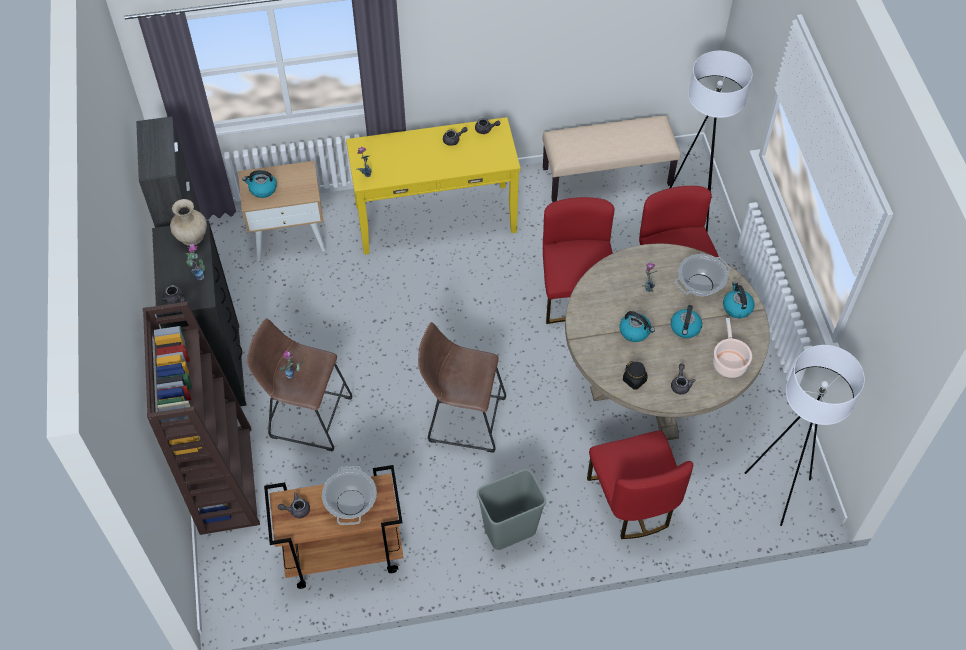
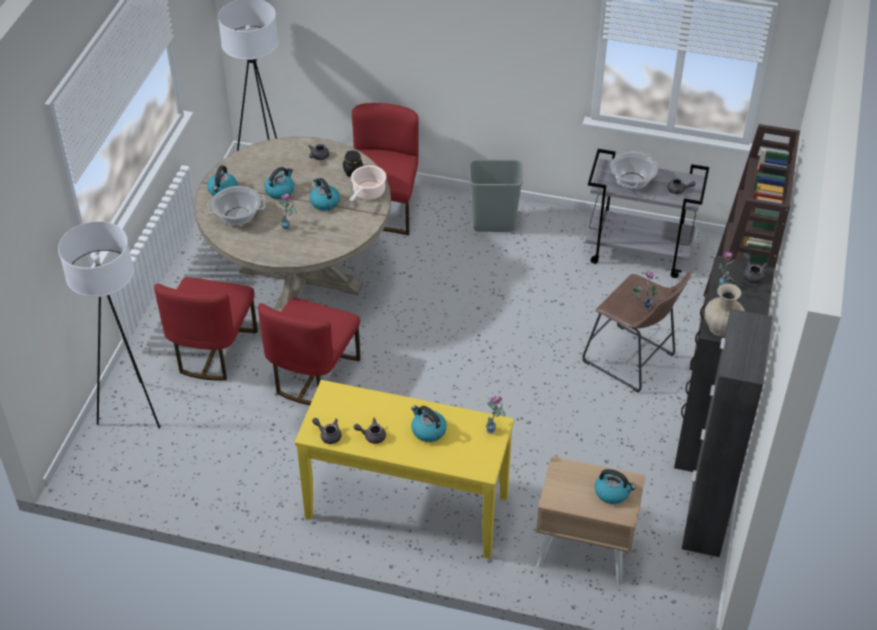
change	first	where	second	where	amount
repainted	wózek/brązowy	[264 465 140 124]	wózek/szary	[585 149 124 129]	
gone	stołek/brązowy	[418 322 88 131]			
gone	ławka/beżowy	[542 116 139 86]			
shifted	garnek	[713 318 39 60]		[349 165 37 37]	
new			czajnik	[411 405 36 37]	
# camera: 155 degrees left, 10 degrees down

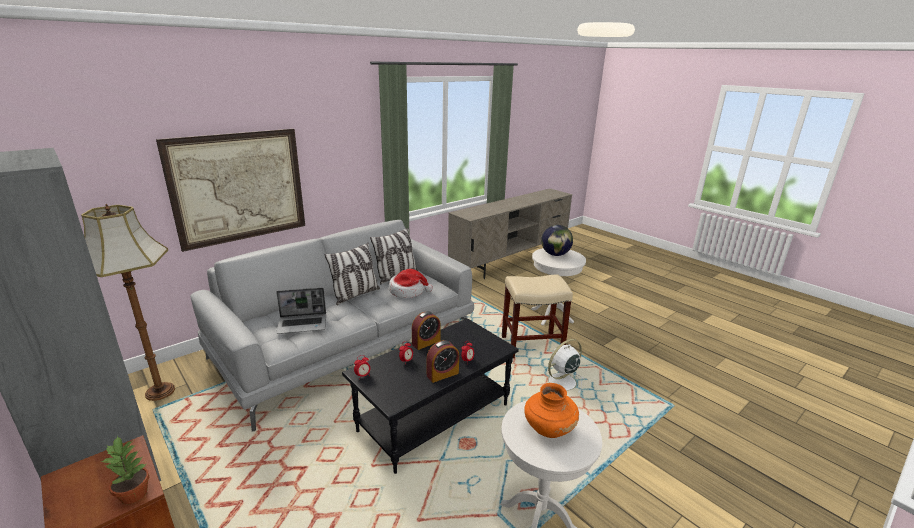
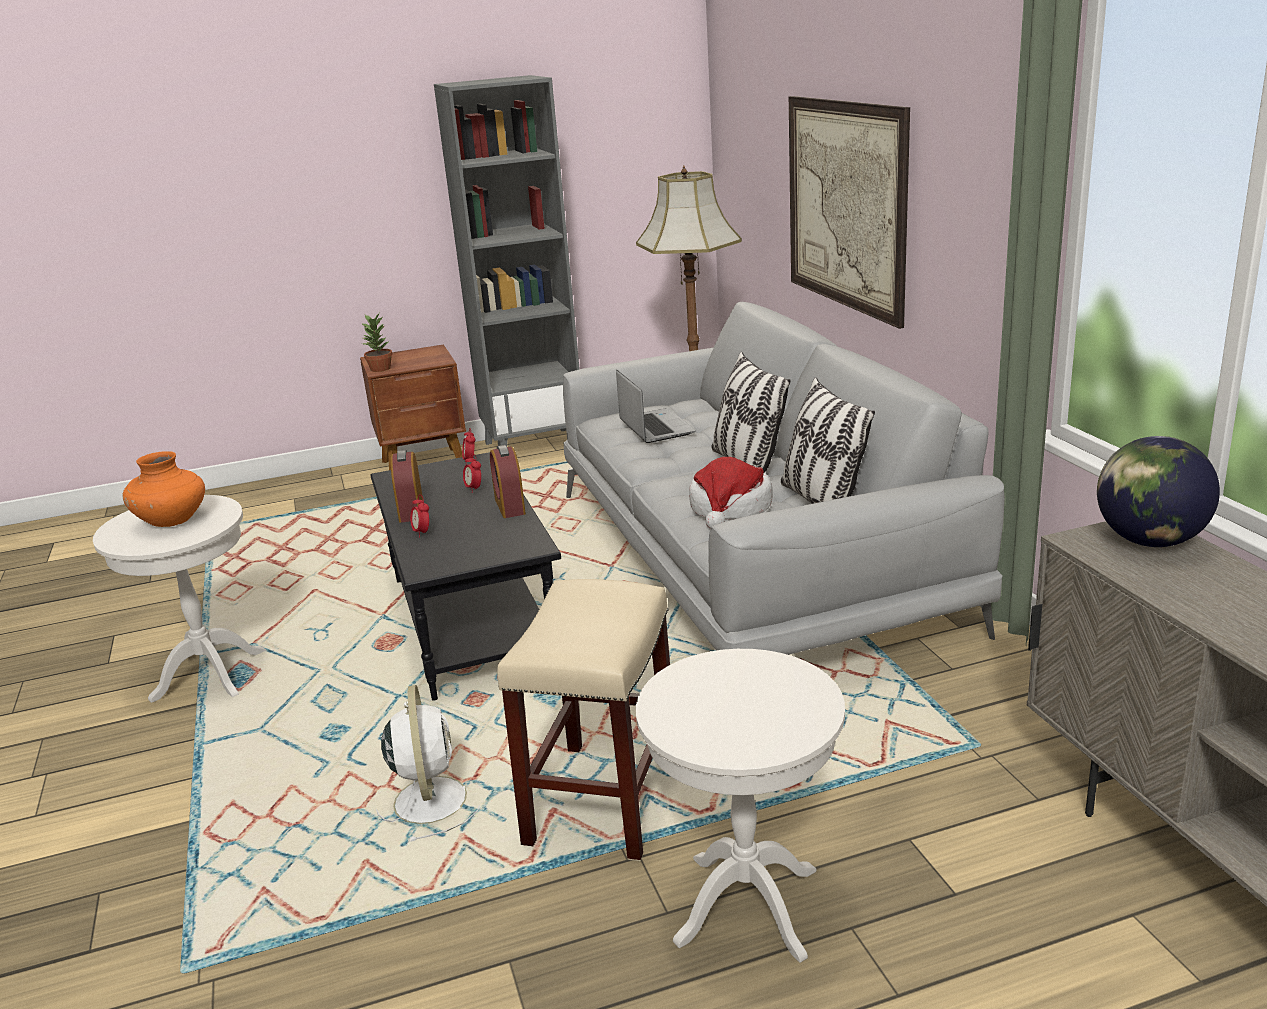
change	first	where	second	where	amount
rotated	laptop	[276 288 50 46]		[616 370 80 73]	150 degrees clockwise
shifted	globus	[541 225 32 31]		[1097 436 123 111]	
# camera: 115 degrees right, 0 degrees up

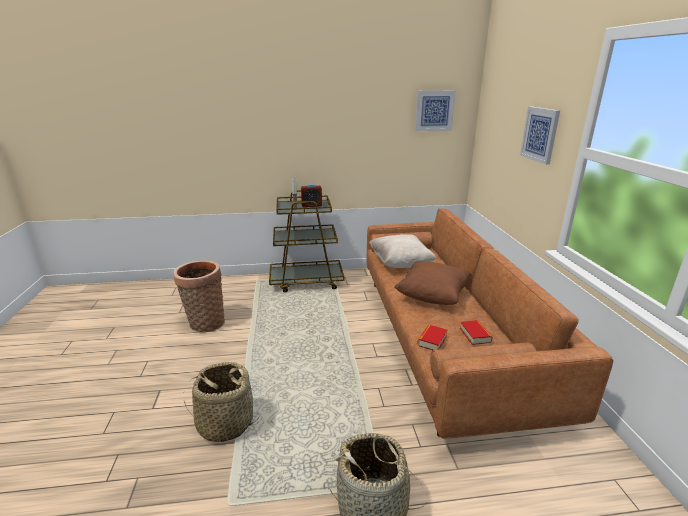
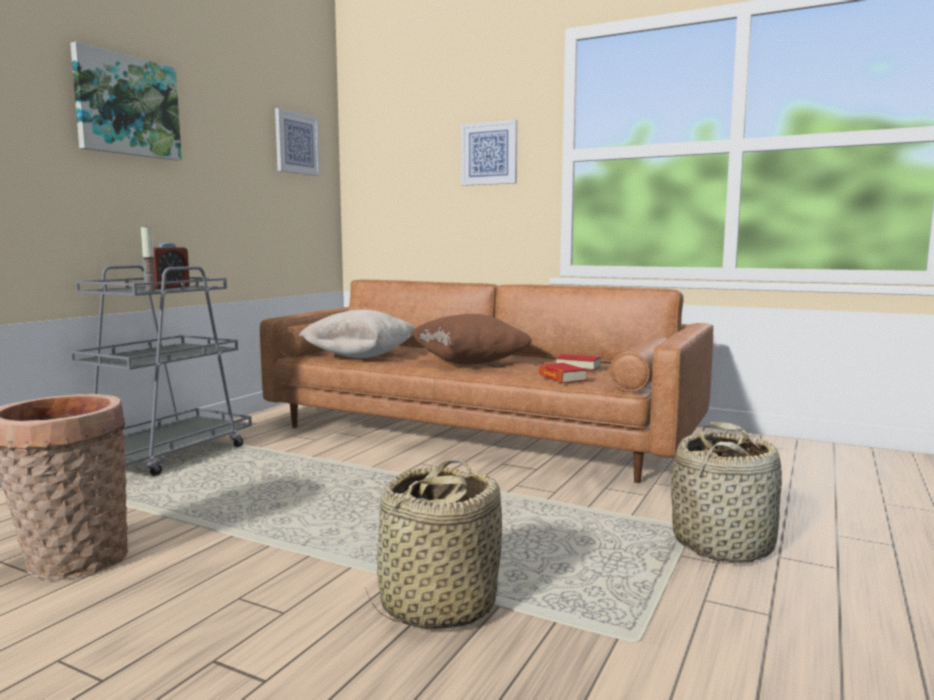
change	first	where	second	where	amount
repainted	wózek/brązowy	[269 190 75 102]	wózek/szary	[70 265 182 211]	
new			obraz	[70 41 112 120]	
# camera: 55 degrees left, 15 degrees down

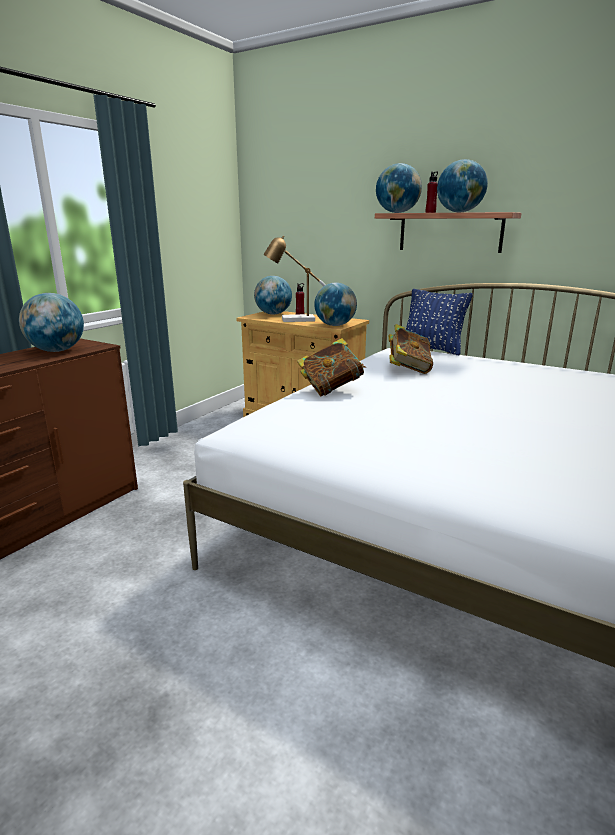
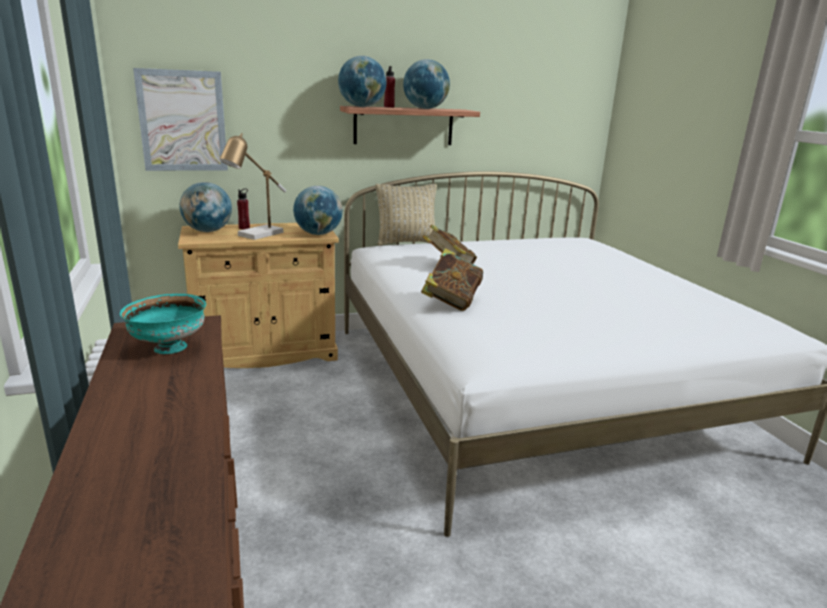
change	first	where	second	where	amount
swapped	globus	[19 293 65 59]	miska/turkusowy	[120 294 86 60]	
repainted	poduszka/niebieski	[406 289 67 66]	poduszka/beżowy	[376 184 61 61]	
new			obraz	[133 68 95 103]	
# camera: 50 degrees left, 0 degrees up

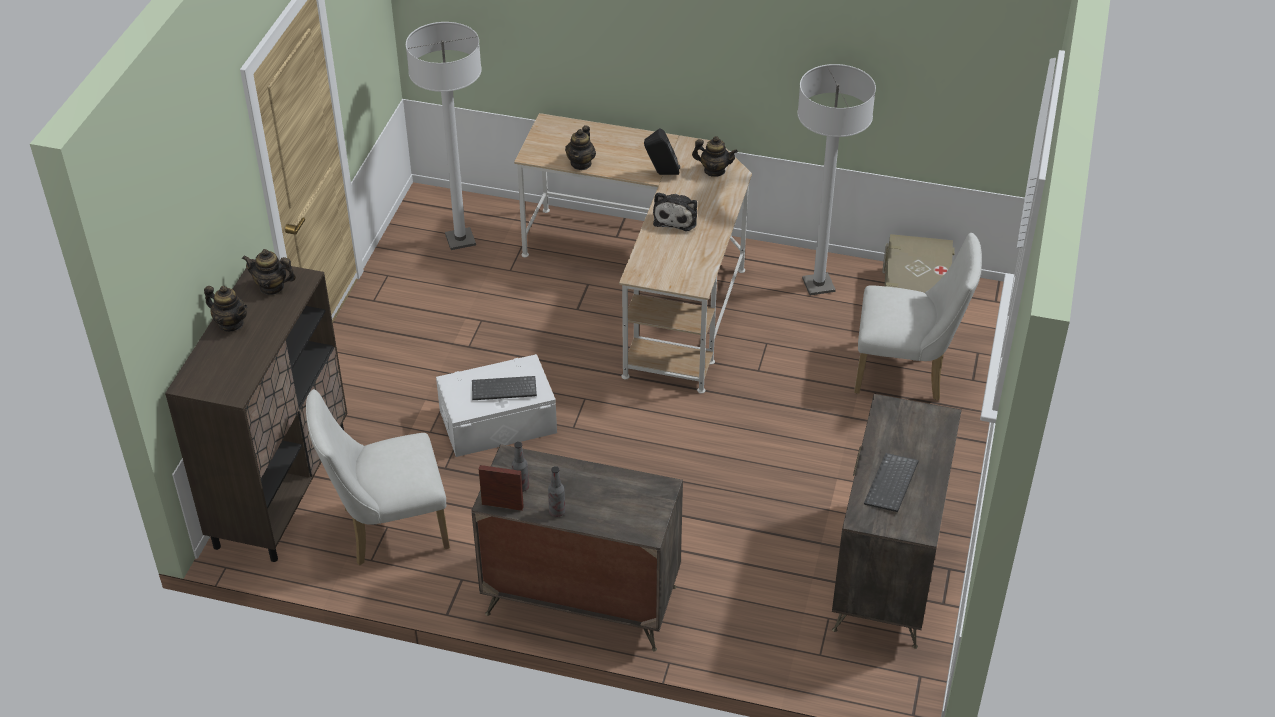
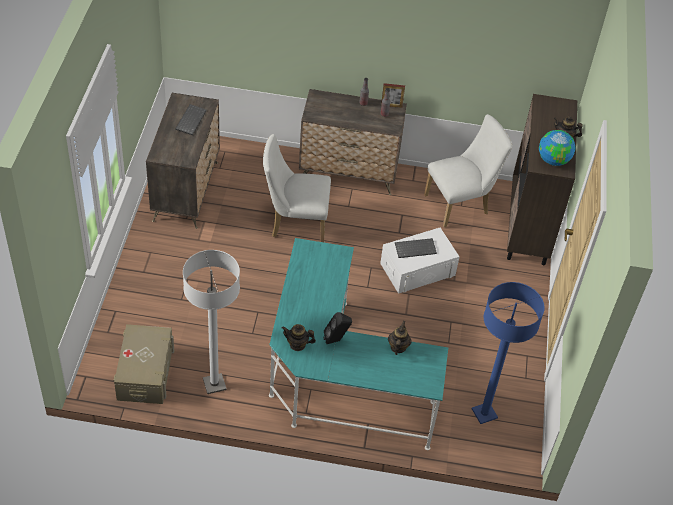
change	first	where	second	where	amount
swapped	imbryk	[242 249 54 46]	globus	[539 130 37 36]	
repainted	lampa stojąca/biały	[406 22 76 228]	lampa stojąca/niebieski	[472 282 73 142]	
repainted	biurko/beżowy	[514 113 238 281]	biurko/turkusowy	[269 238 179 212]	
gone	pluszak	[653 192 44 39]			
shifted	krzesło/biały	[854 233 128 168]		[263 134 68 108]	
# camera: 170 degrees right, 5 degrees up

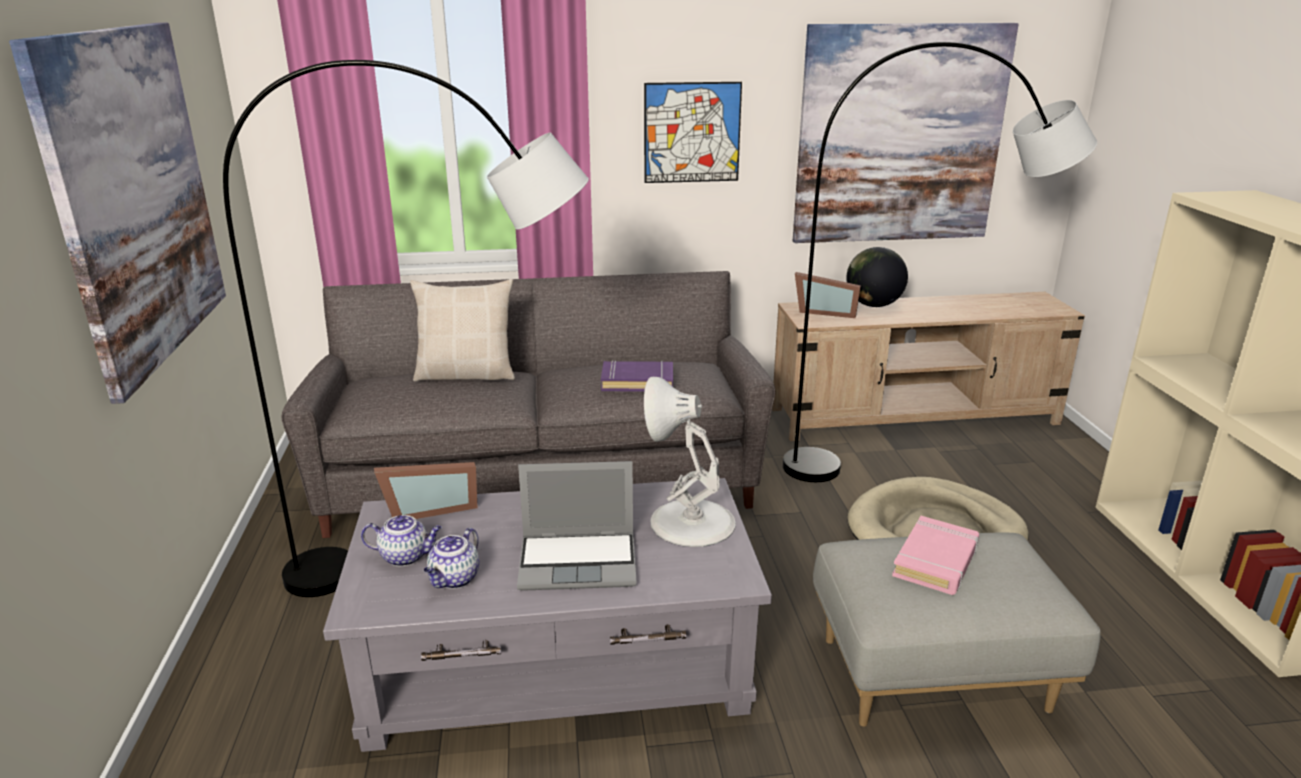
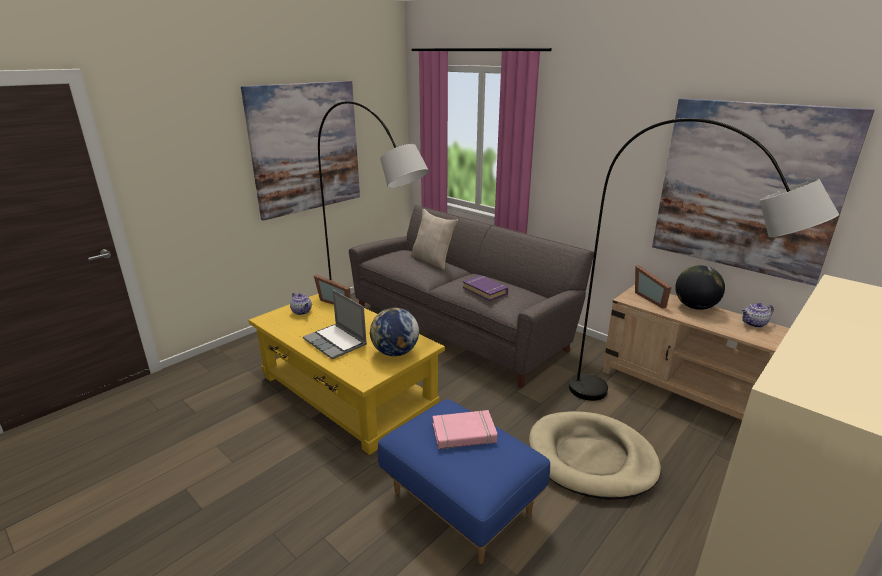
change	first	where	second	where	amount
repainted	ława/szary	[323 478 449 274]	ława/żółty	[249 294 196 161]	
shifted	imbryk	[424 528 55 61]		[742 303 32 25]	
gone	obraz	[644 82 98 101]			
swapped	lampa stołowa/biały	[644 377 92 170]	globus	[370 308 49 48]	
repainted	pufa/szary	[813 533 288 194]	pufa/niebieski	[378 399 172 165]	
# camera: 50 degrees right, 0 degrees up

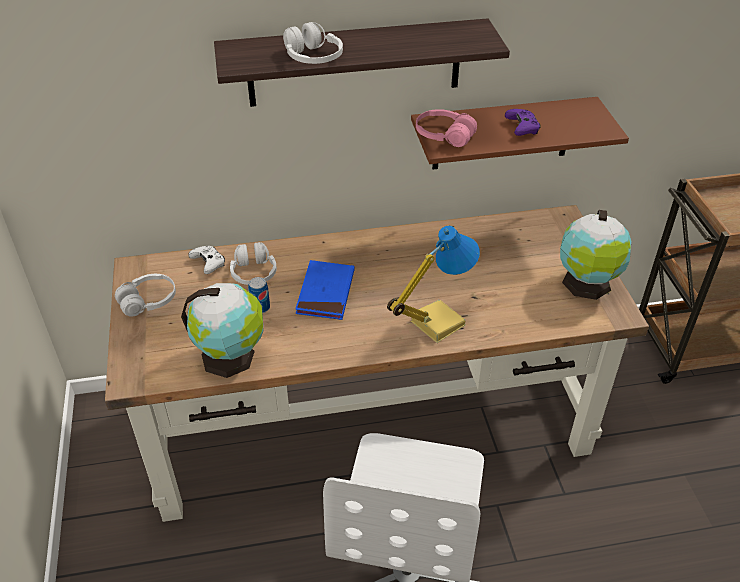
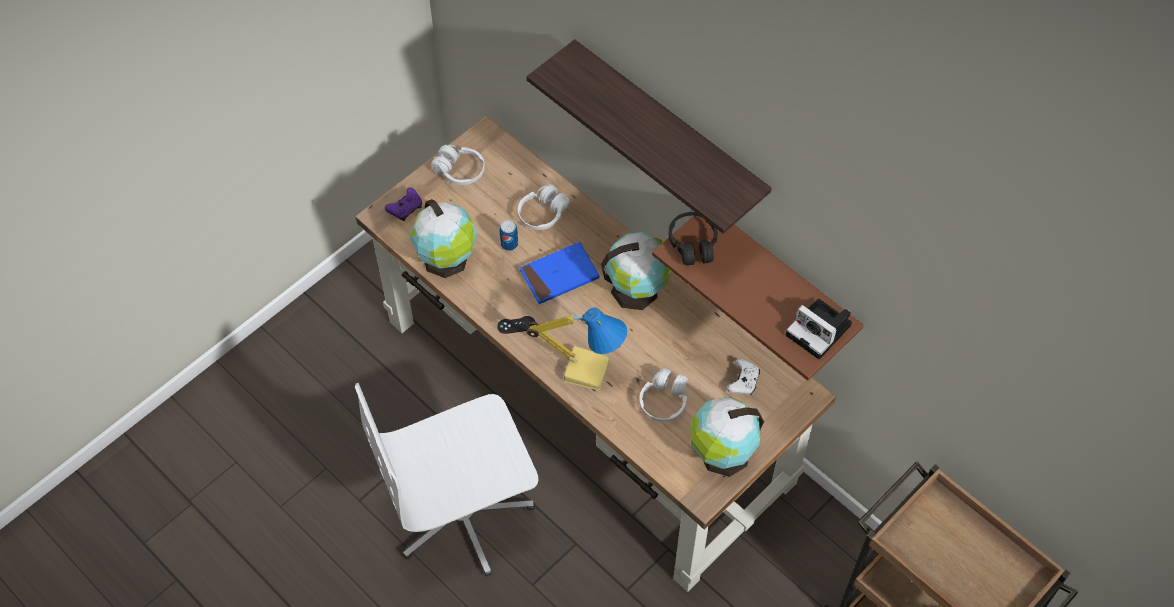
change	first	where	second	where	amount
shifted	pad do gier/biały	[188 246 37 28]		[727 358 33 37]	
shifted	słuchawki/biały	[283 22 60 42]		[639 368 49 54]	
repainted	słuchawki/różowy	[416 109 61 38]	słuchawki/czarny	[669 212 49 54]	
shifted	pad do gier/fioletowy	[505 109 36 27]		[385 188 37 33]	
new			pad do gier/czarny	[497 316 38 18]	
new			globus	[601 232 70 78]	
new			aparat fotograficzny	[786 299 66 61]	
# camera: 55 degrees right, 15 degrees up

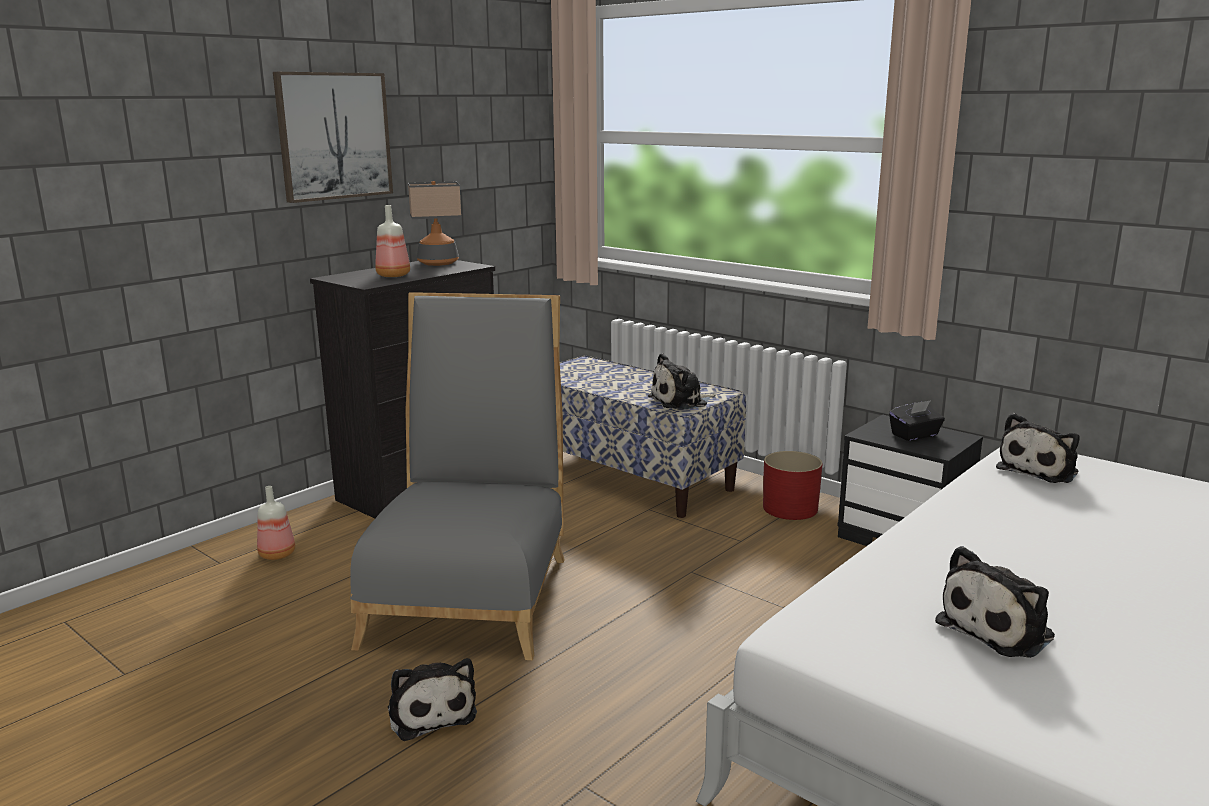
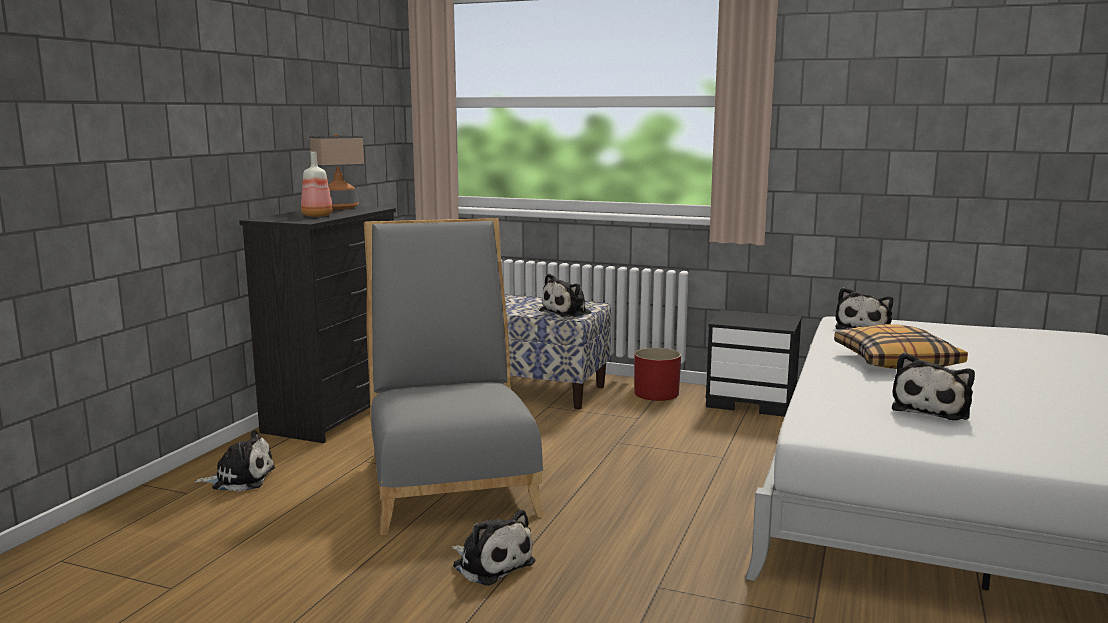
change	first	where	second	where	amount
swapped	butelka	[257 486 38 74]	pluszak	[194 430 81 62]	
gone	obraz	[273 72 120 131]			
gone	pudełko chusteczek/czarny	[889 400 56 41]			
new			poduszka	[834 324 134 45]	
# camera: 20 degrees left, 5 degrees down

